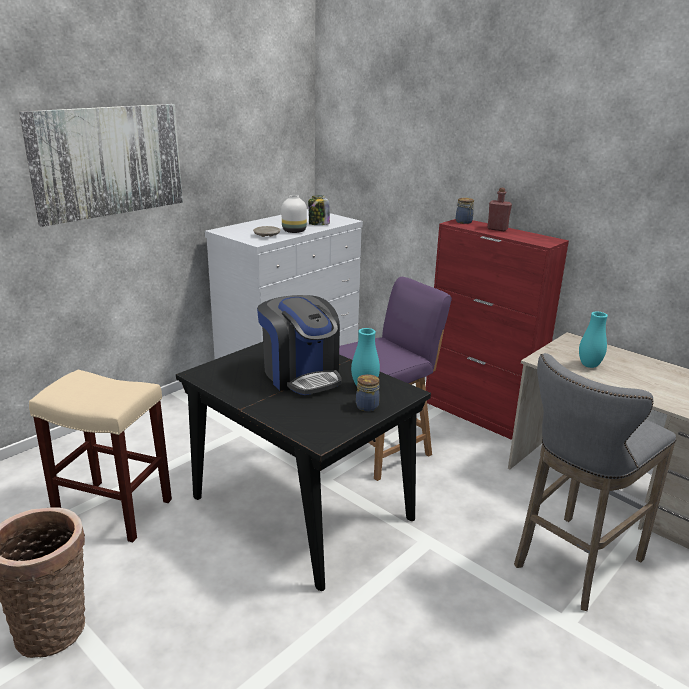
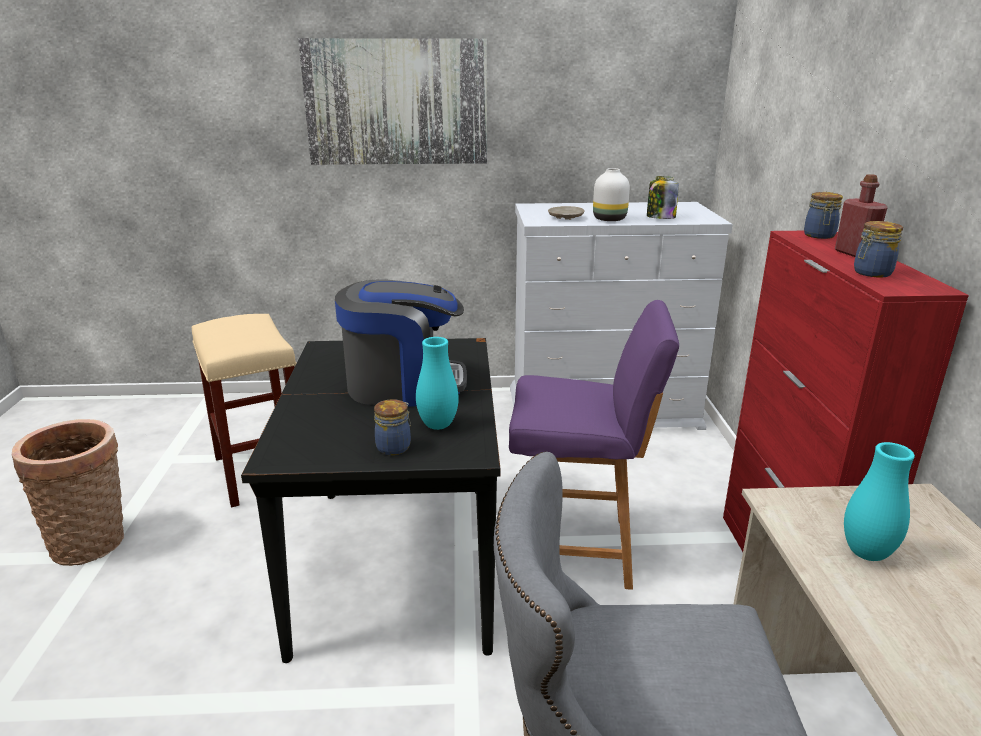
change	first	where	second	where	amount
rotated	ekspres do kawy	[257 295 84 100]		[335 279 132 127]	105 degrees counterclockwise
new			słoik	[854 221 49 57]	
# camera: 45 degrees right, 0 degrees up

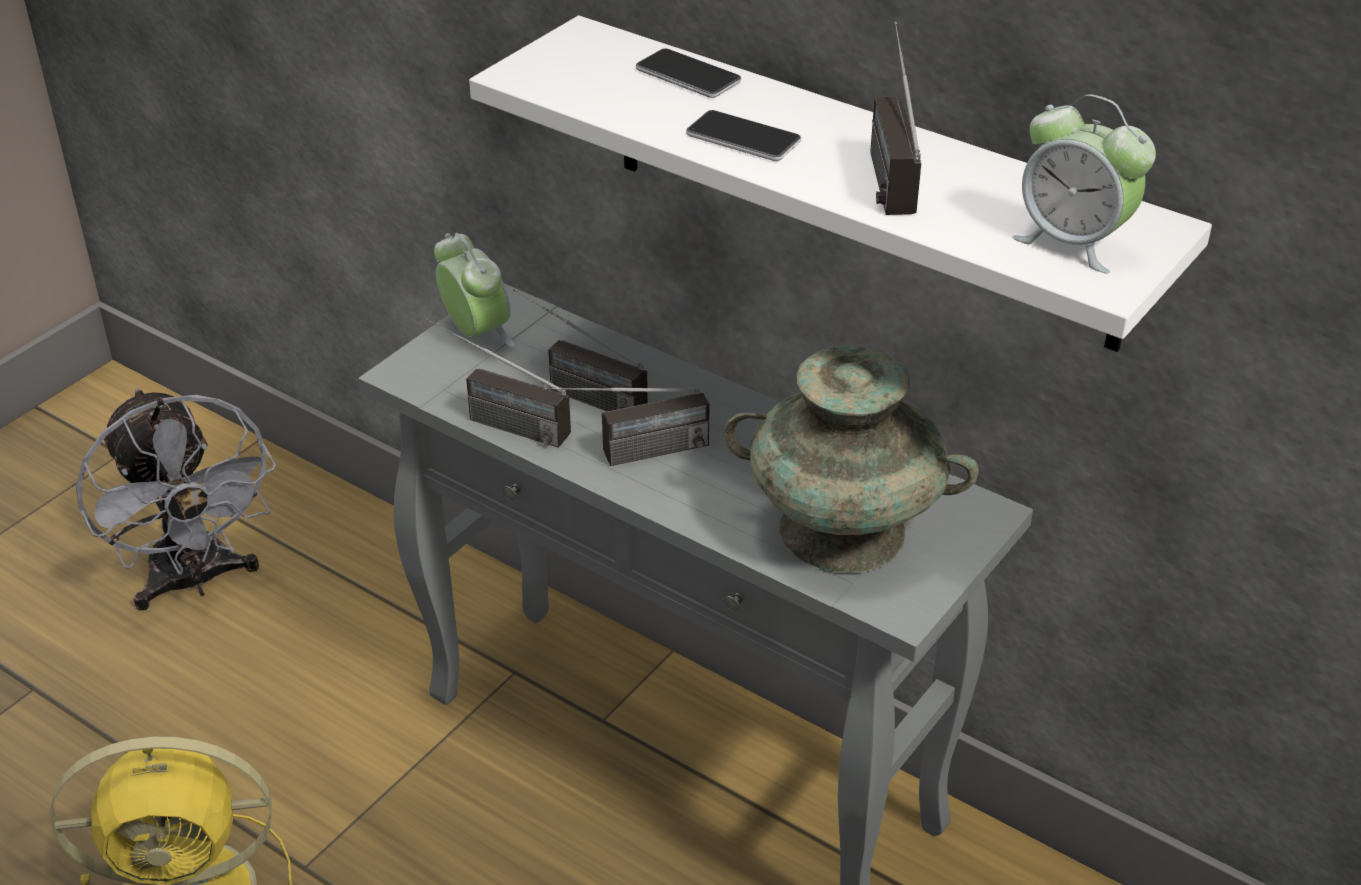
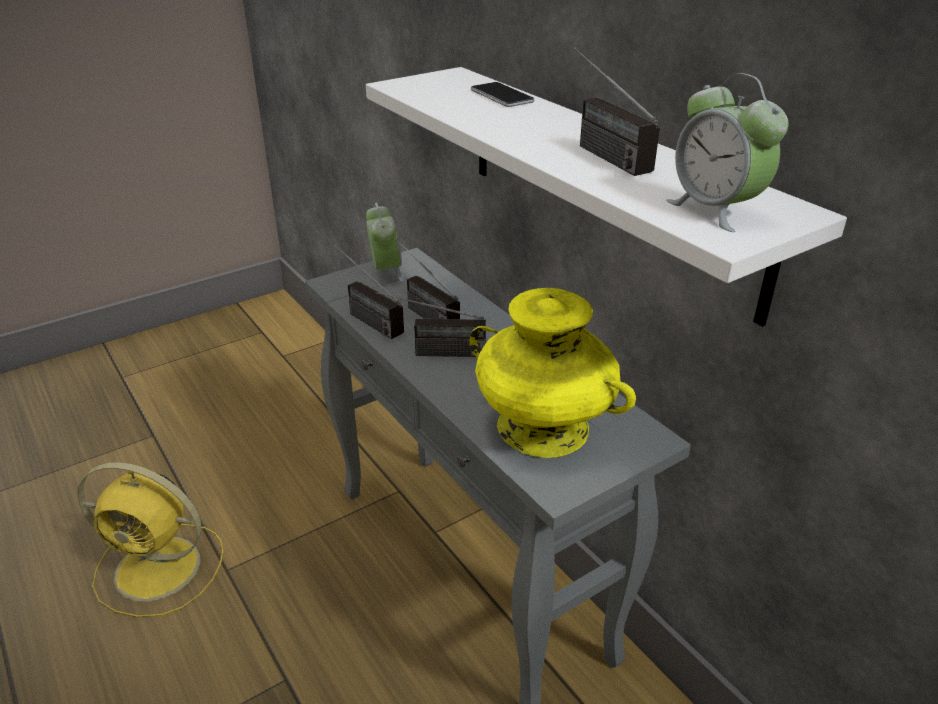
change	first	where	second	where	amount
gone	wentylator/szary	[76 388 200 223]			
gone	telefon	[686 110 115 51]			
repainted	wazon/turkusowy	[724 345 255 228]	wazon/żółty	[469 288 167 170]	
rotated	radio	[870 22 51 193]		[574 48 86 128]	45 degrees counterclockwise
# camera: 20 degrees right, 5 degrees down

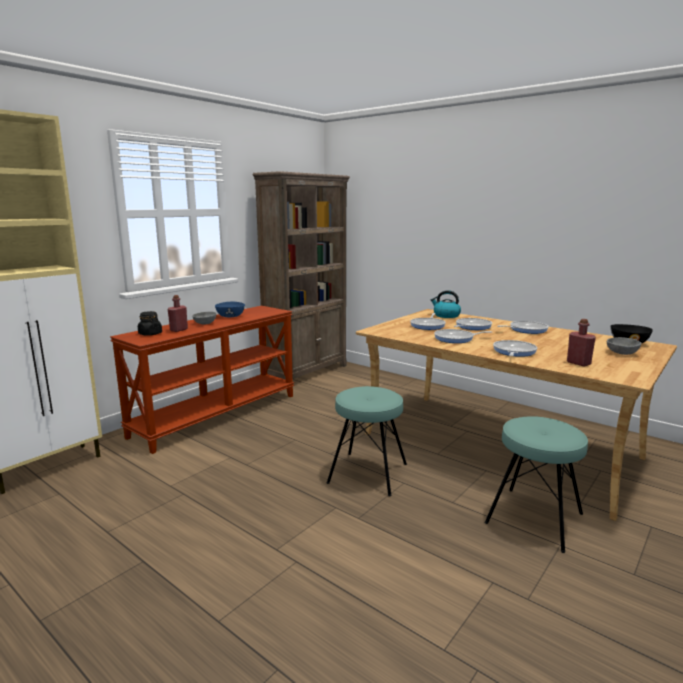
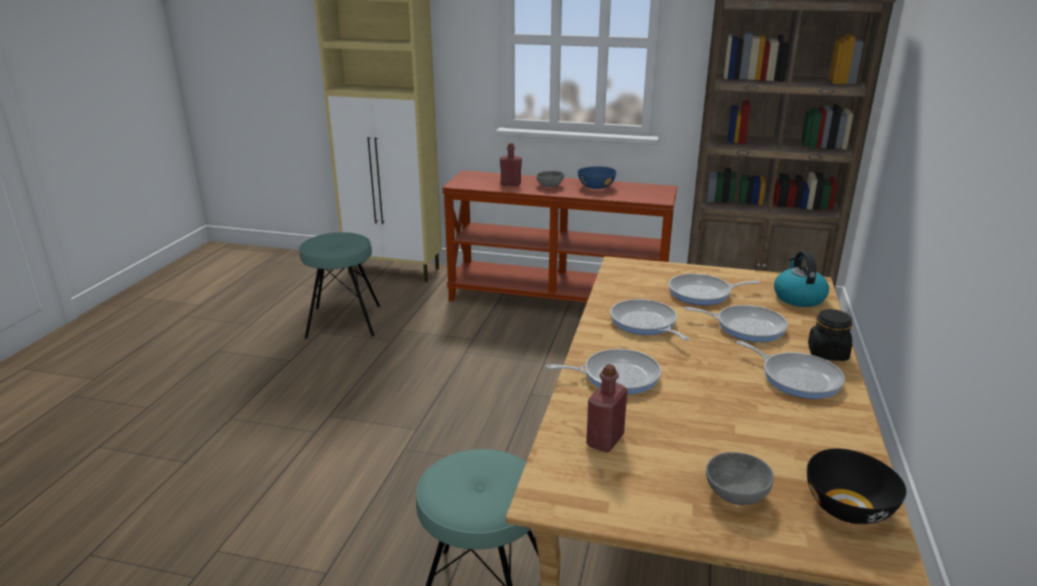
change	first	where	second	where	amount
shifted	słoik/czarny	[138 311 24 25]		[808 309 44 52]	
shifted	stołek/turkusowy	[327 386 80 111]		[299 232 81 107]	
# camera: 65 degrees right, 10 degrees up

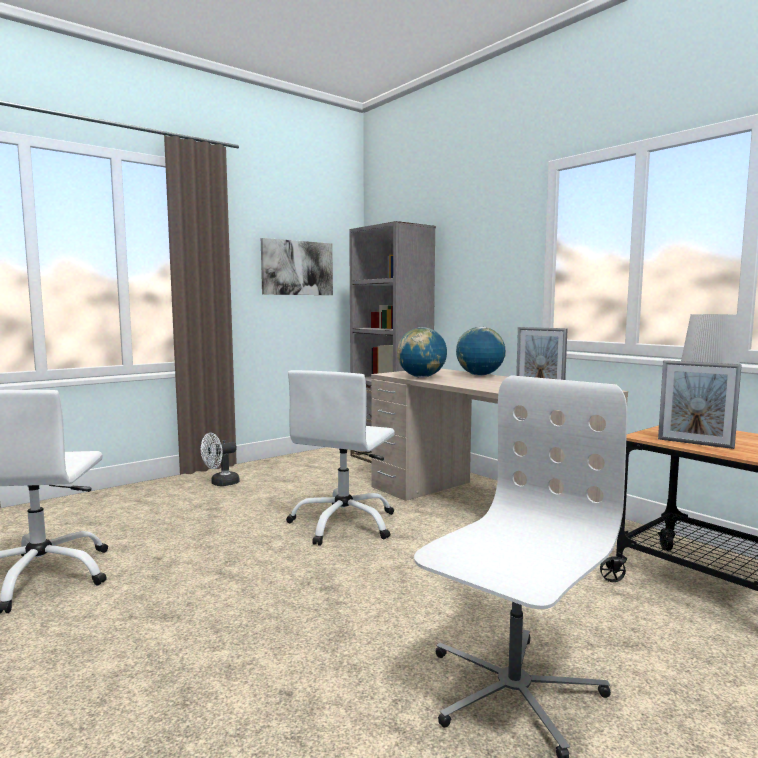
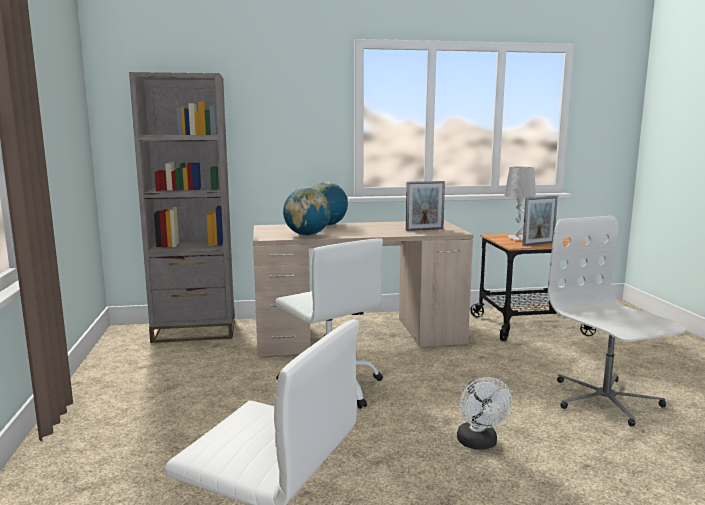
change	first	where	second	where	amount
shifted	wentylator/biały	[201 433 38 53]		[457 377 56 73]	
gone	obraz	[261 238 72 57]			
# camera: 60 degrees left, 5 degrees up

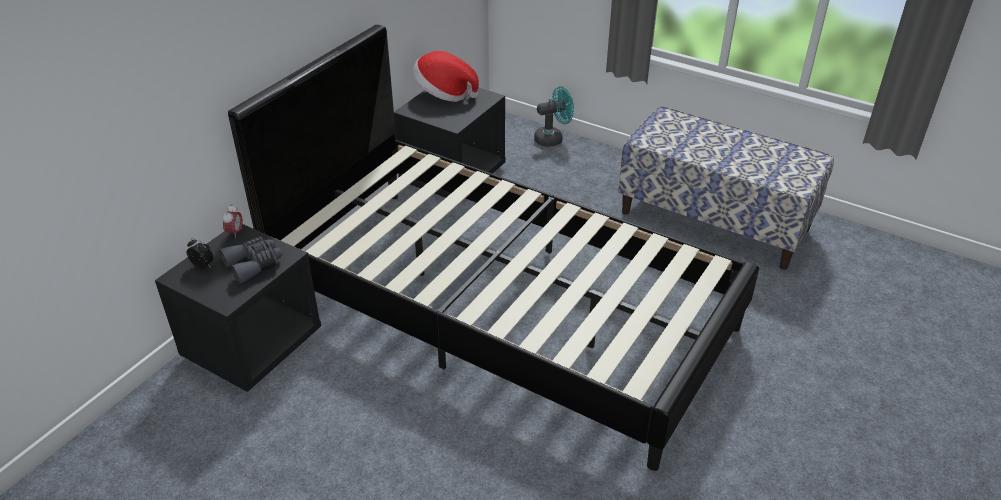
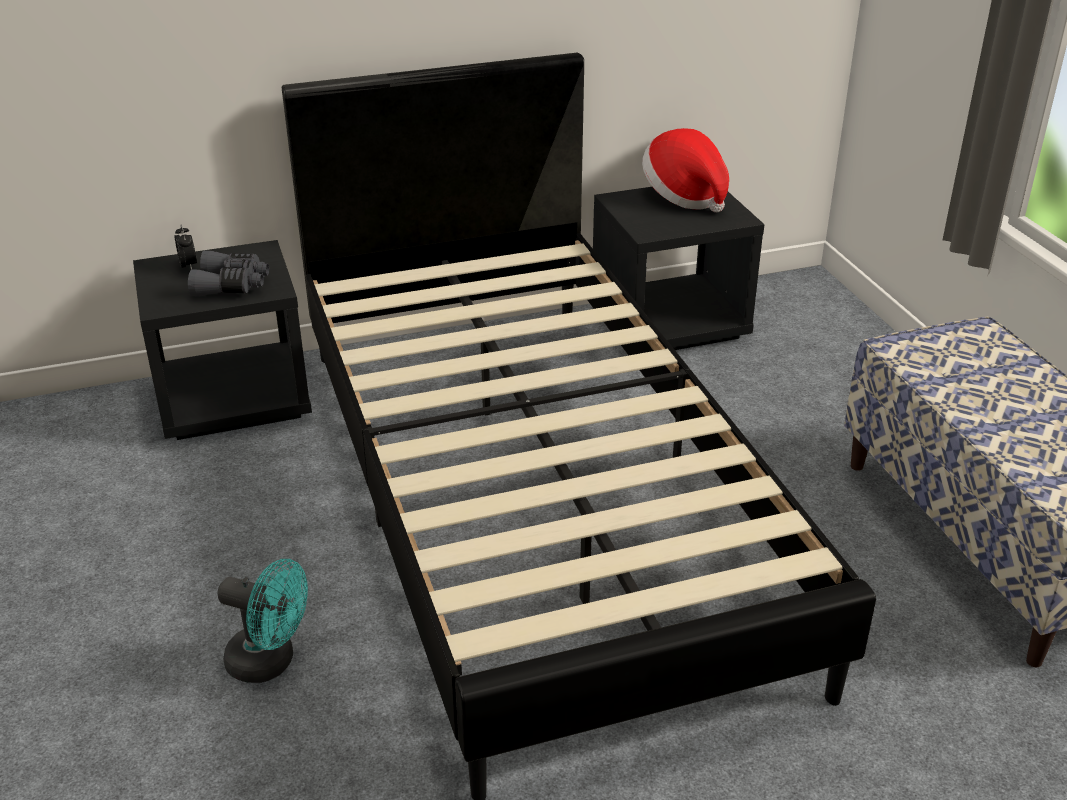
change	first	where	second	where	amount
gone	budzik	[222 204 21 34]			
shifted	wentylator/turkusowy	[534 86 40 61]		[218 559 90 124]	
# camera: 40 degrees right, 5 degrees down

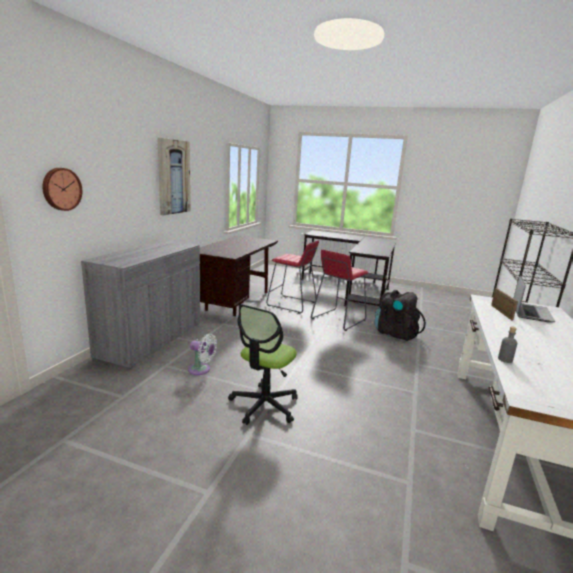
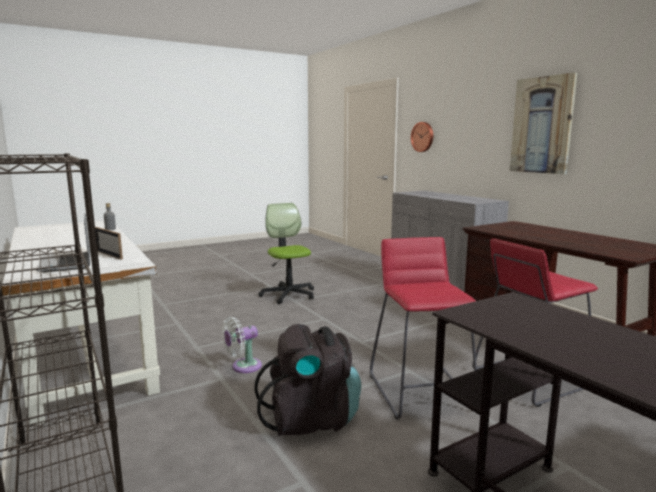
change	first	where	second	where	amount
shifted	wentylator/biały	[188 334 29 41]		[222 317 40 56]	
# camera: 130 degrees right, 5 degrees down

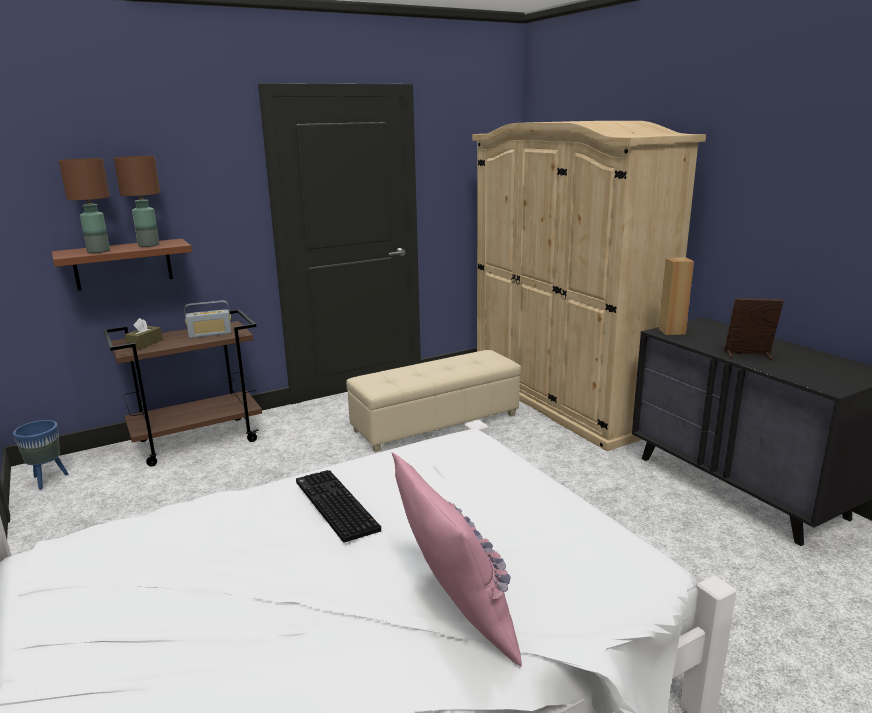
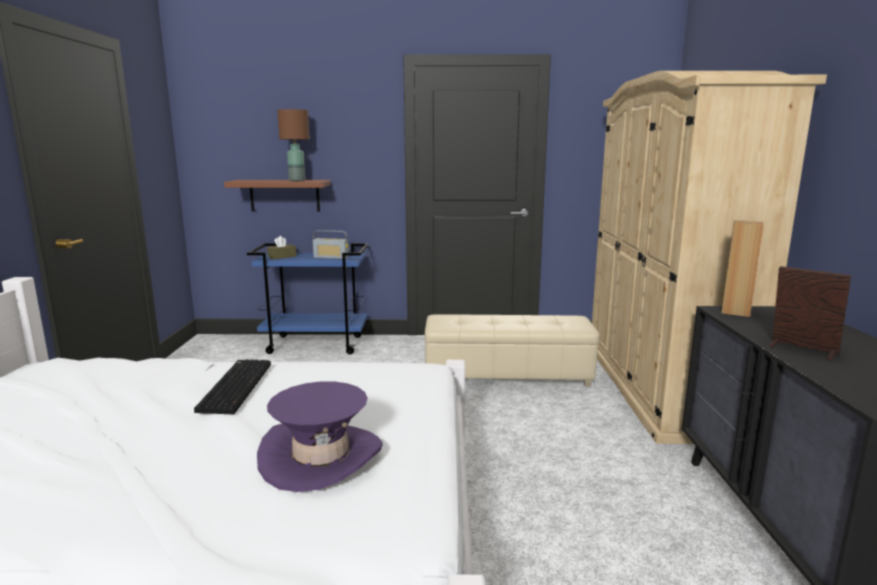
change	first	where	second	where	amount
gone	donica/niebieski	[13 420 55 70]			
gone	lampa stołowa/brązowy	[59 158 51 95]			
repainted	wózek/brązowy	[104 309 158 158]	wózek/niebieski	[247 243 121 111]	
gone	poduszka/różowy	[391 452 131 214]			
new			kapelusz/fioletowy	[257 381 126 111]	
# camera: 30 degrees right, 5 degrees down

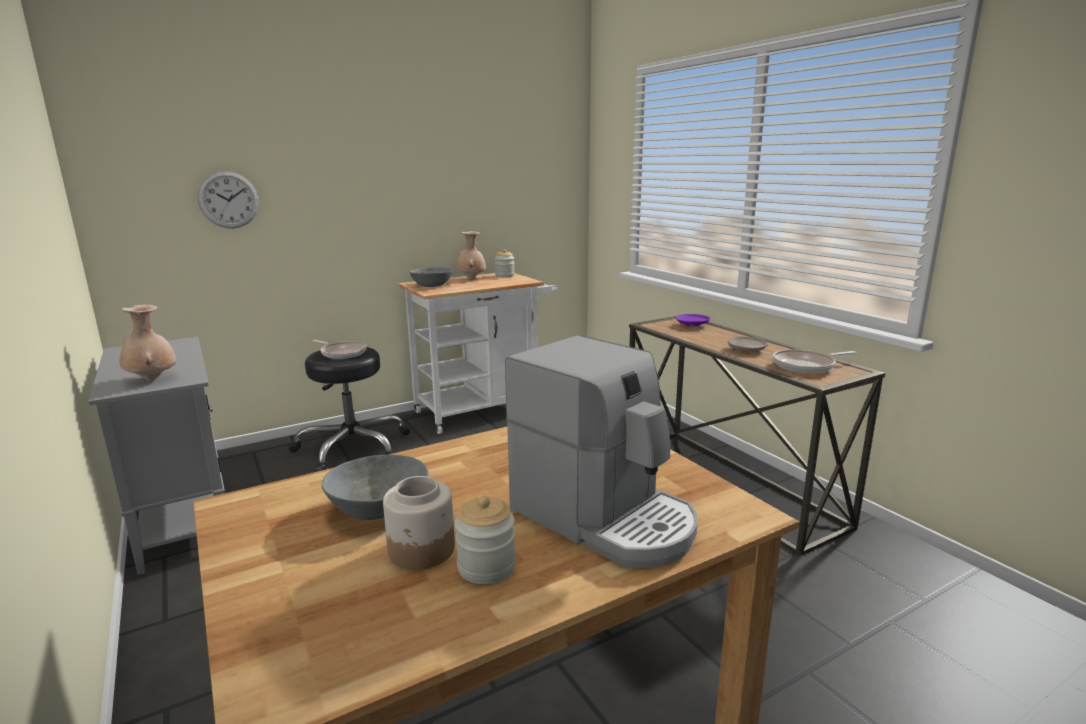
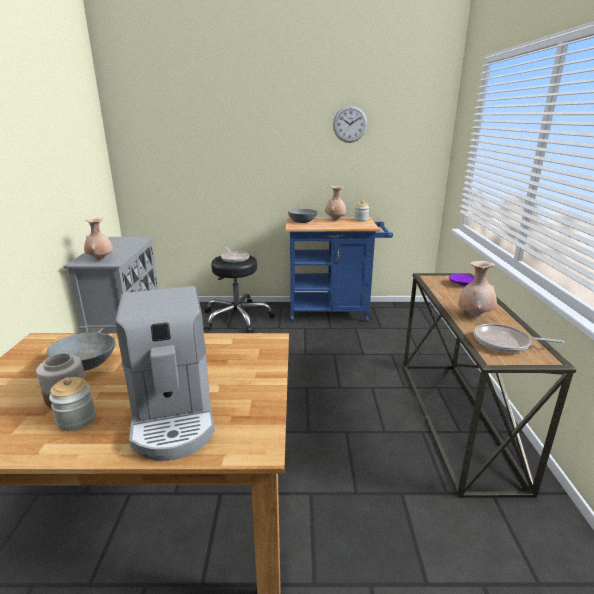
change	first	where	second	where	amount
shifted	zegar ścienny	[197 171 62 57]		[333 106 34 37]	
repainted	wózek/biały	[398 273 159 161]	wózek/niebieski	[285 217 108 105]	
swapped	talerz/beżowy	[728 337 40 15]	wazon/beżowy	[458 261 39 56]	
# camera: 30 degrees right, 5 degrees up

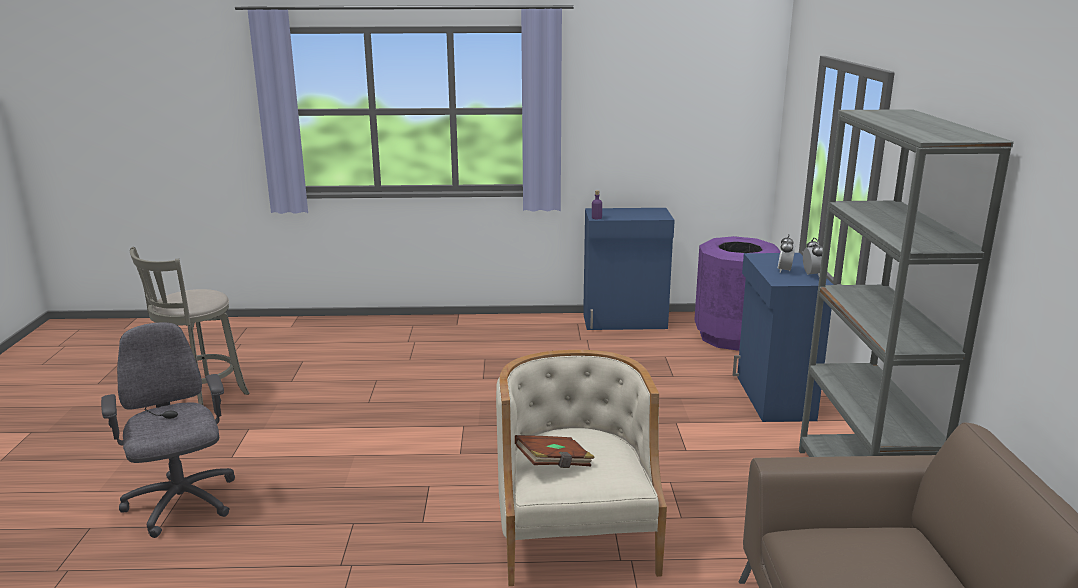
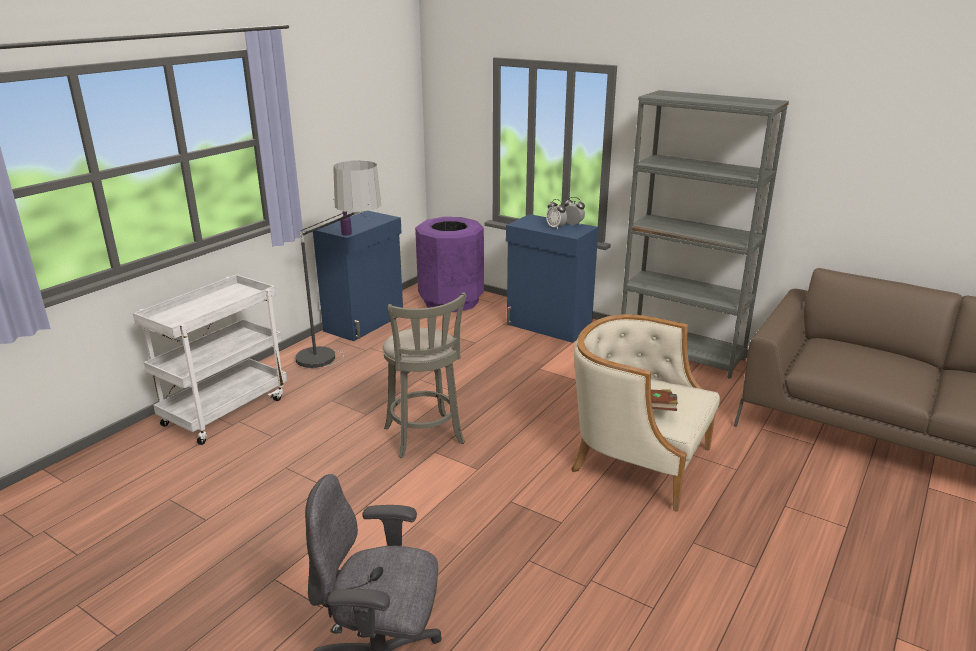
change	first	where	second	where	amount
shifted	stołek/szary	[130 247 119 158]		[382 292 84 166]	
new			wózek/biały	[133 274 154 171]	
new			lampa stojąca	[295 161 86 208]	
# camera: 55 degrees left, 5 degrees up

